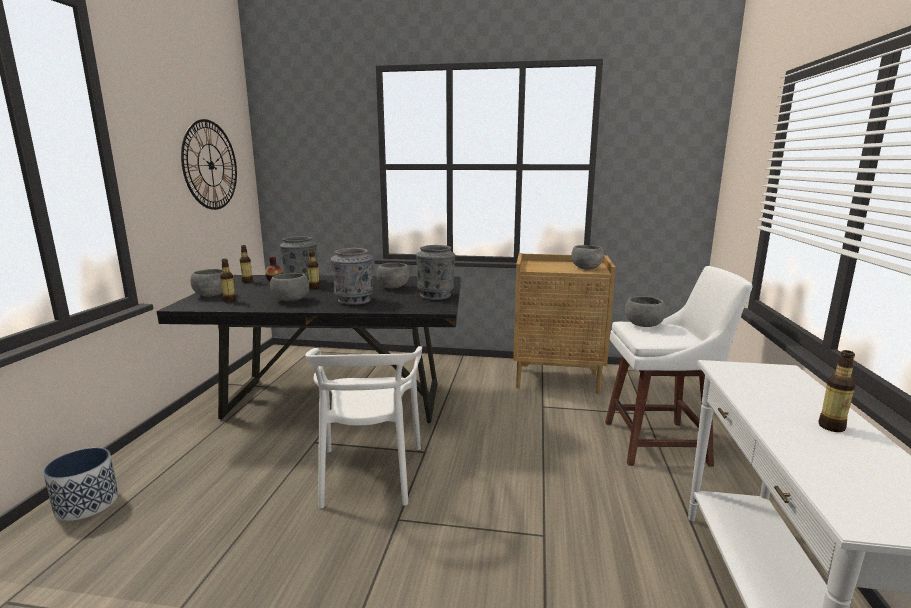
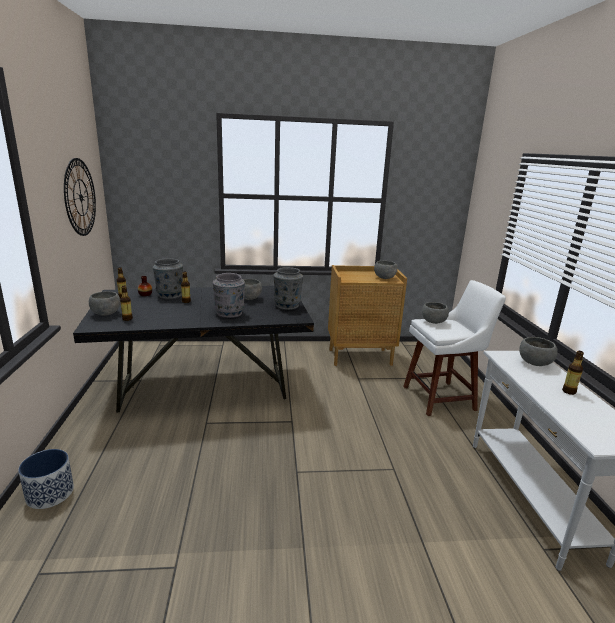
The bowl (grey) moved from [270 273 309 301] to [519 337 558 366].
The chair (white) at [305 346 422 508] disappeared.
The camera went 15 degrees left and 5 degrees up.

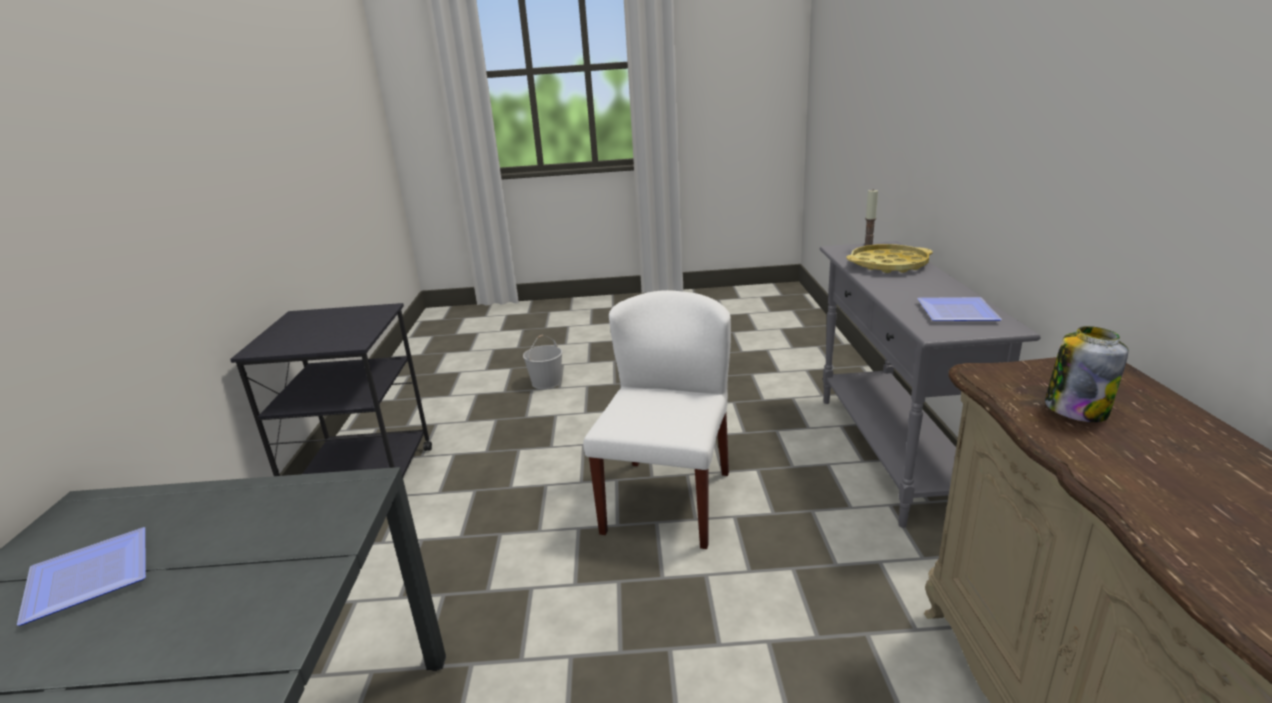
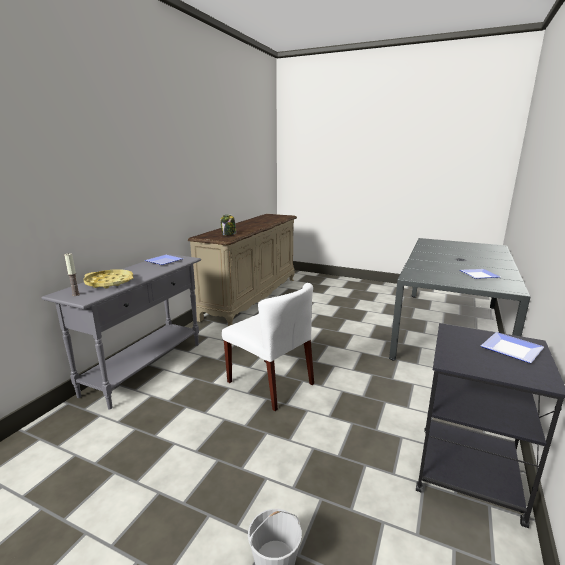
The chair (white) at [583 290 731 549] turned 90 degrees counterclockwise.
The plate at [481 332 544 363] appeared.
The camera went 155 degrees left and 5 degrees down.

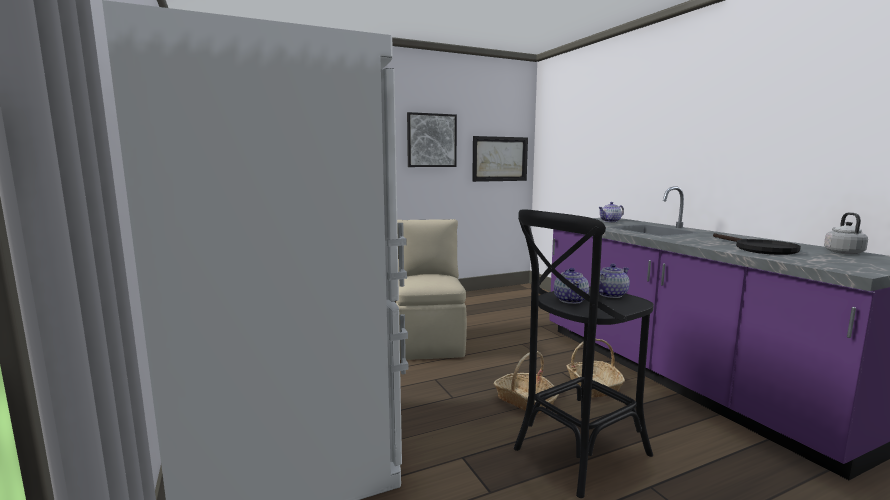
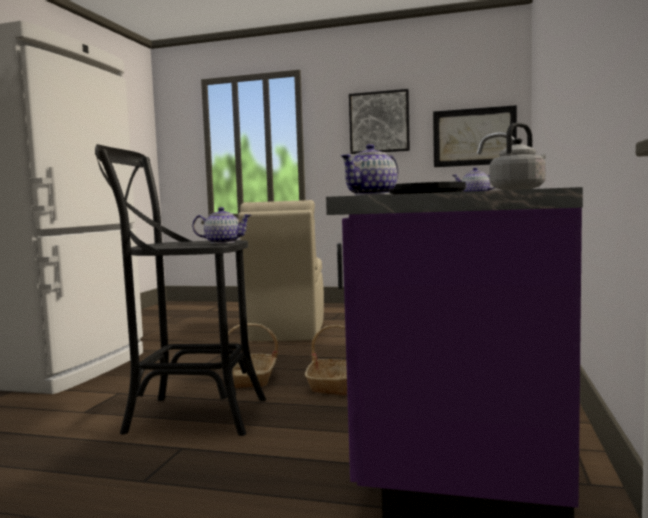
The chair (beige) at [396 219 467 360] turned 150 degrees clockwise.
The teapot moved from [554 268 589 304] to [341 144 398 196].
The camera went 40 degrees right and 5 degrees down.

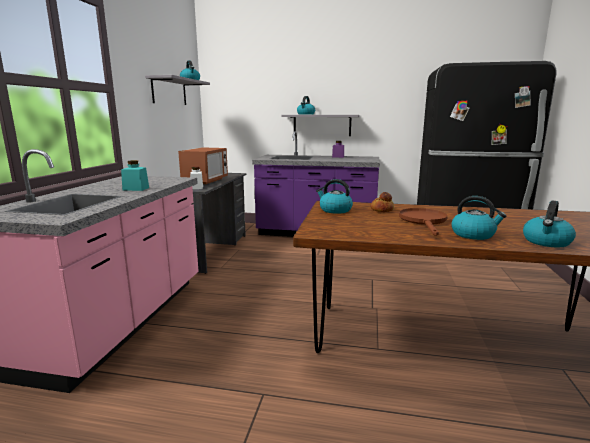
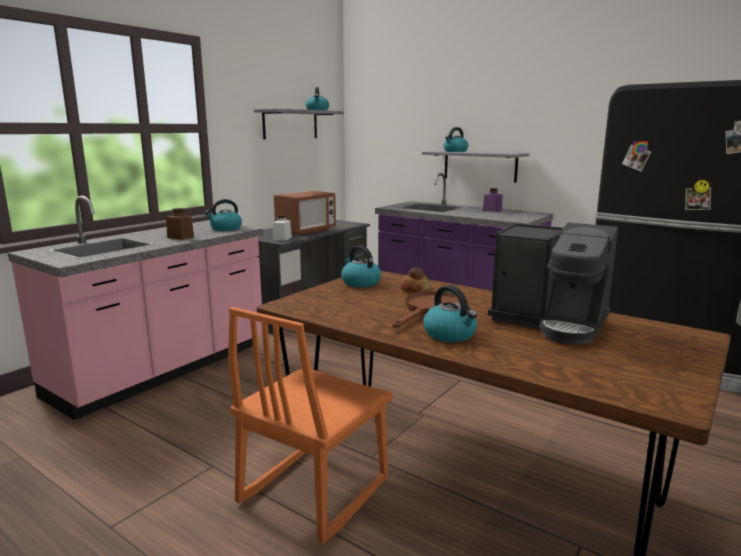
The jar (turquoise) at [121 160 149 191] became the jar (brown) at [166 208 194 240].
The kettle moved from [523 200 576 247] to [205 199 242 231].
The chair (orange) at [228 307 393 544] appeared.
The coffee machine at [488 223 618 345] appeared.
The camera went 25 degrees right and 0 degrees up.

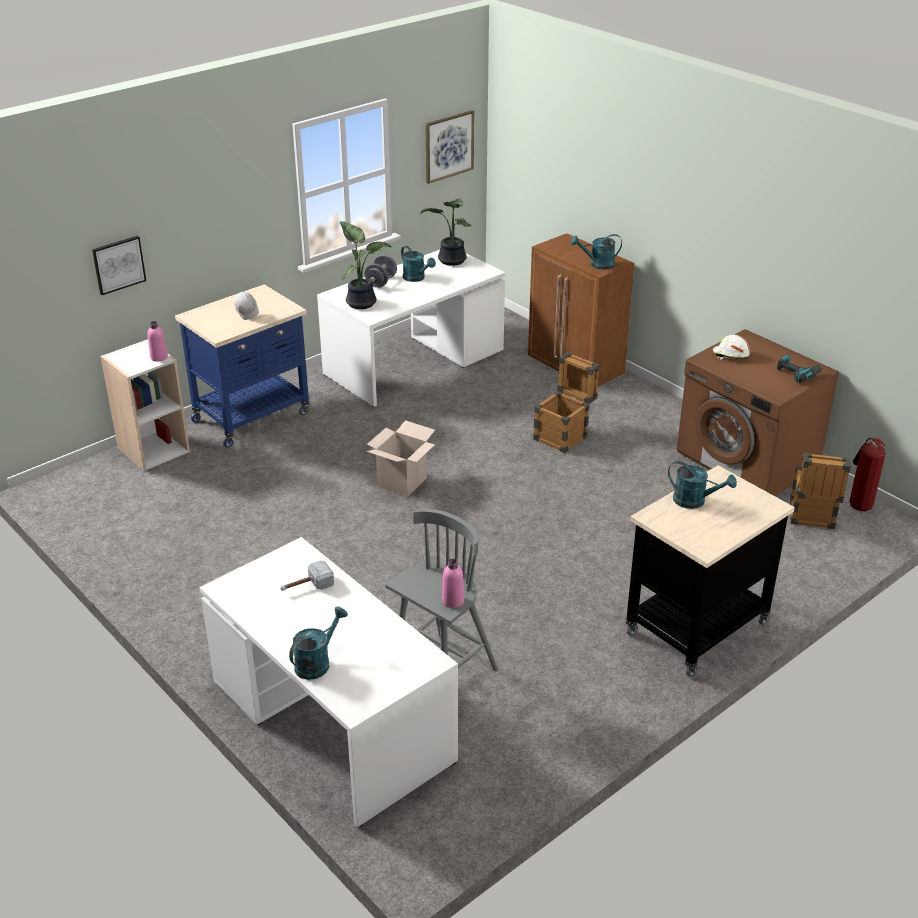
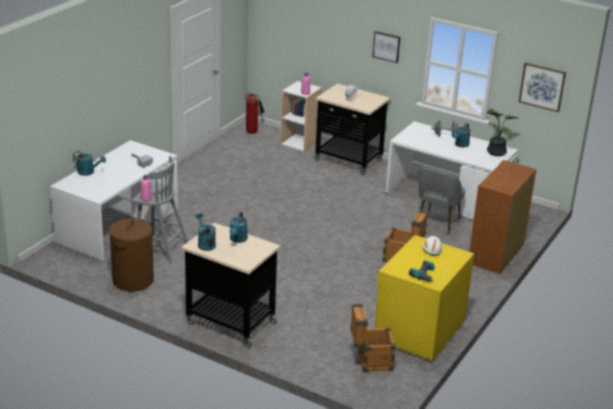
The picture moved from [92 236 146 295] to [373 31 400 63].
The cart (blue) at [175 284 309 448] became the cart (black) at [314 84 390 175].
The potted plant at [340 221 391 309] disappeared.
The cardboard box at [366 420 435 497] disappeared.
The watering can (turquoise) moved from [571 234 622 269] to [195 213 216 251].
The washing machine (brown) at [677 329 839 496] became the washing machine (yellow) at [374 235 474 361].
The fire extinguisher moved from [850 438 886 511] to [245 93 265 134].
The laundry basket (brown) at [109 219 154 291] appeared.
The chair (grey) at [418 167 465 234] appeared.
The camera went 70 degrees right and 5 degrees down.

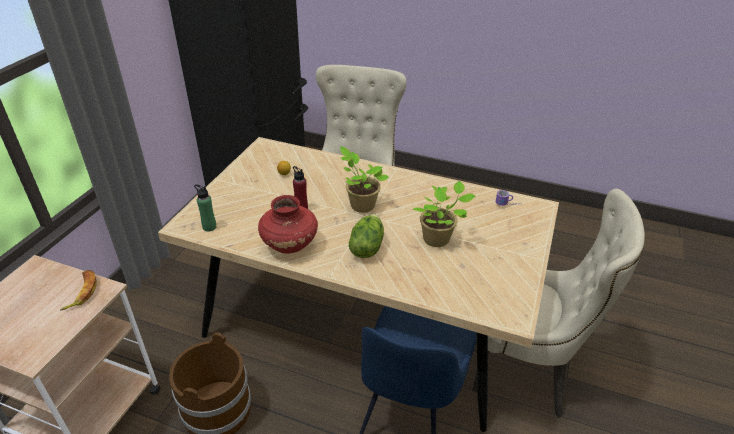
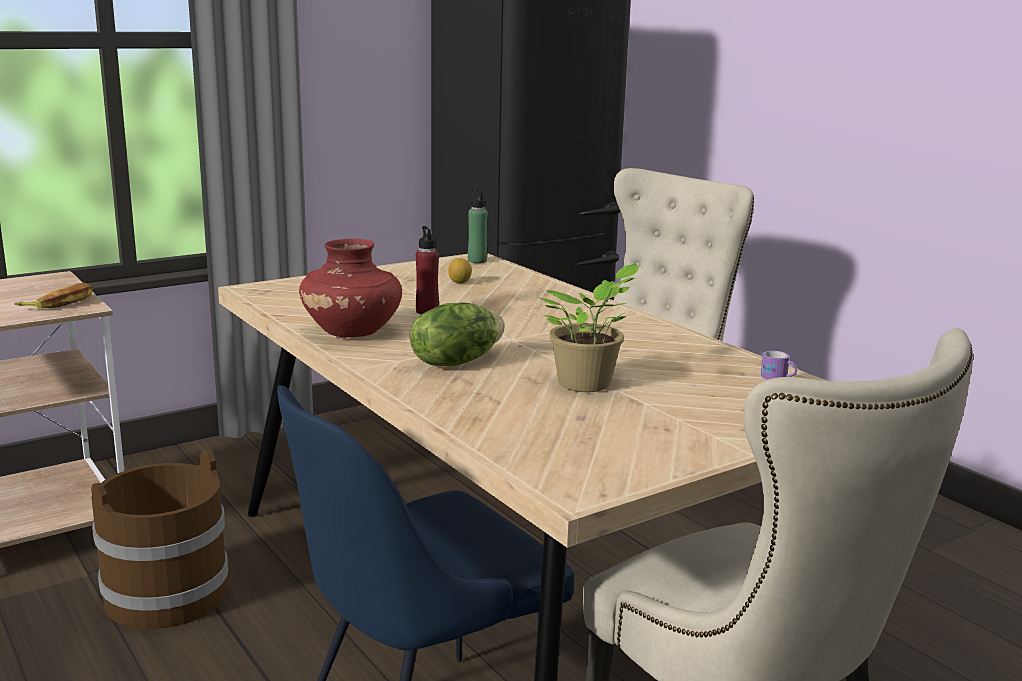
The bottle (green) moved from [194 184 216 232] to [468 189 488 263].
The potted plant at [340 146 389 213] disappeared.
The camera went 35 degrees right and 20 degrees down.

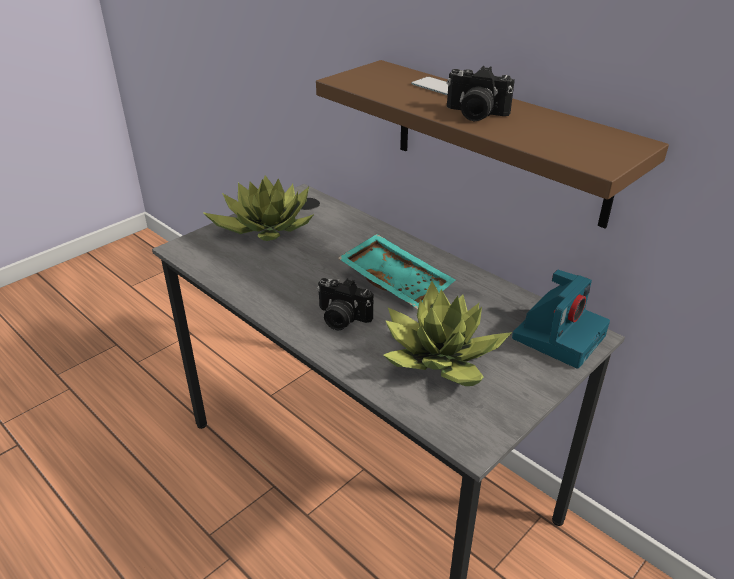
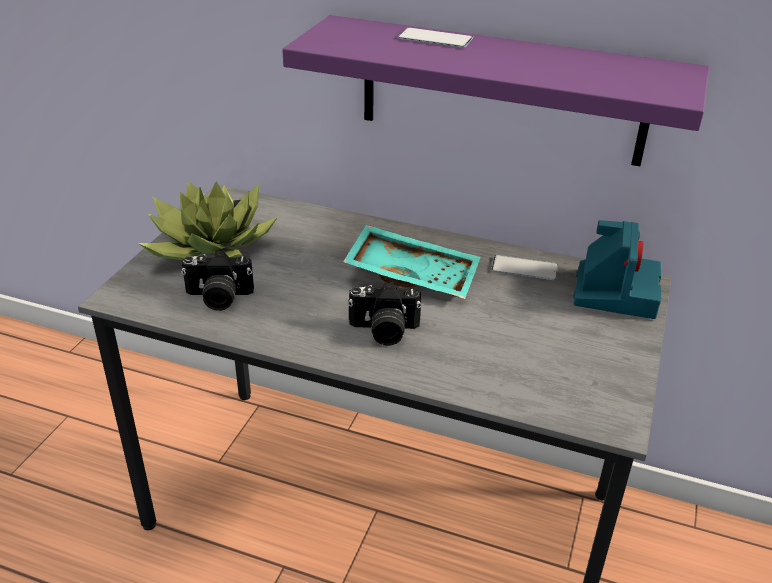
The shelf (brown) at [316 60 669 228] became the shelf (purple) at [282 15 709 166].
The potted plant at [383 281 512 386] disappeared.
The photo camera moved from [447 66 515 121] to [181 250 254 311].
The phone at [491 255 558 280] appeared.
The camera went 25 degrees left and 0 degrees up.

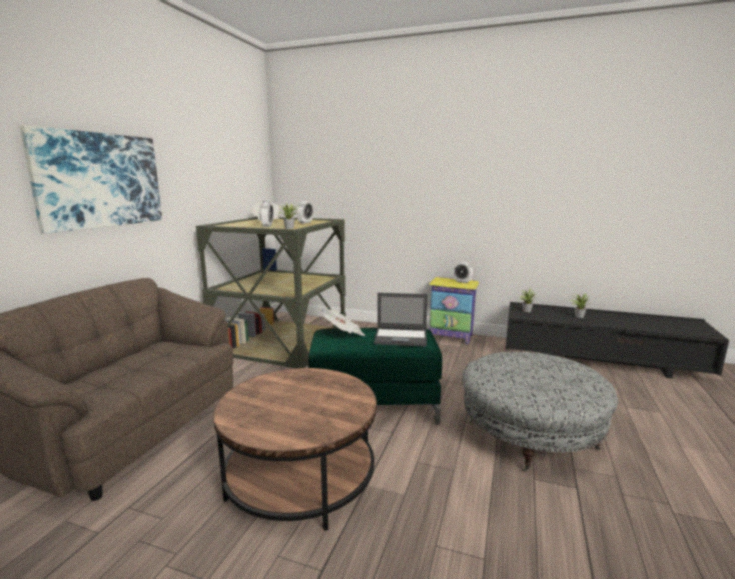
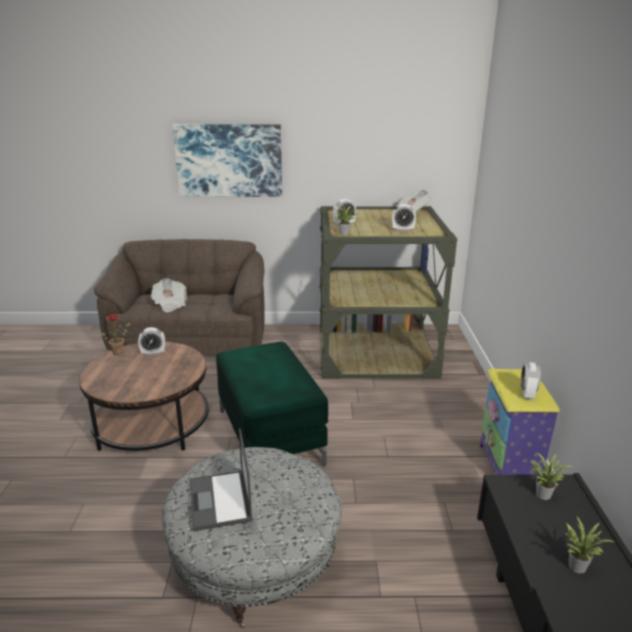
The newspaper moved from [319 309 365 336] to [151 278 187 312].
The laptop moved from [374 293 427 346] to [190 428 253 531].
The potted plant at [101 314 131 355] appeared.
The alarm clock at [138 327 165 356] appeared.
The camera went 70 degrees right and 10 degrees up.

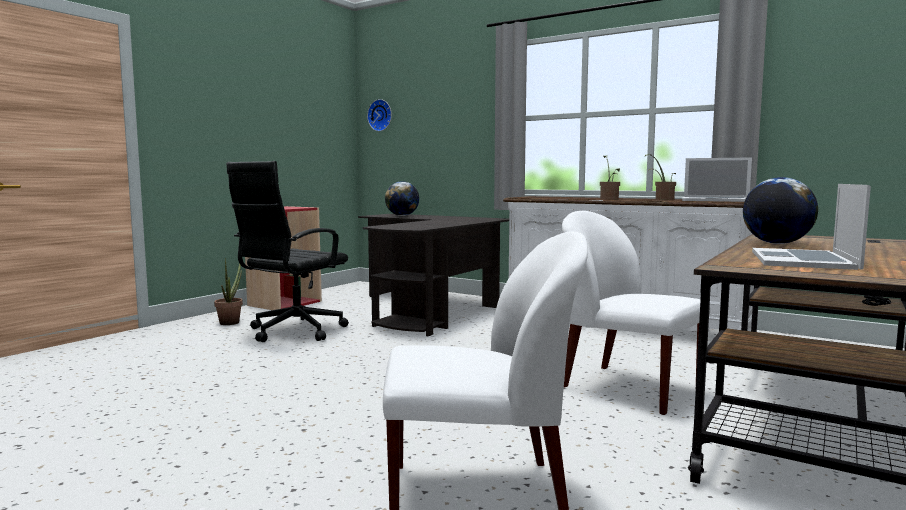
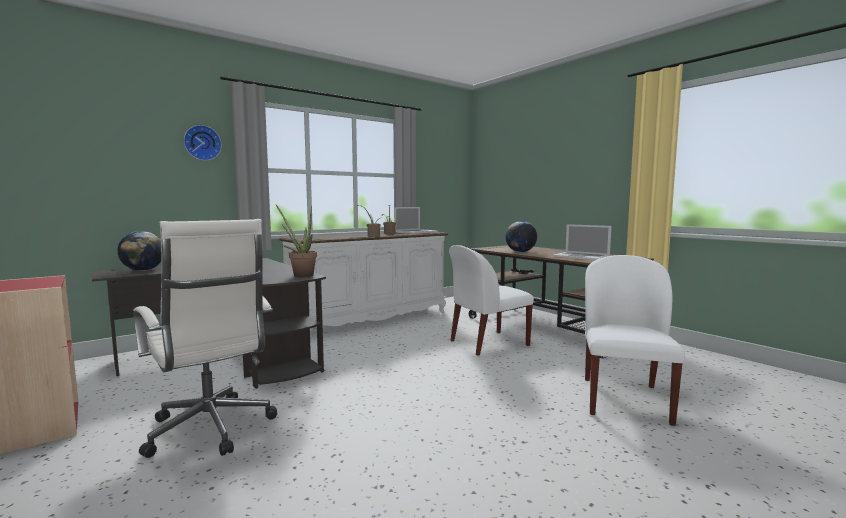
The potted plant moved from [214 258 243 325] to [276 205 317 277].
The office chair (black) at [226 161 349 342] became the office chair (white) at [133 219 277 458].
The wall clock moved from [367 99 392 131] to [184 125 222 161].
The camera went 70 degrees left and 0 degrees up.

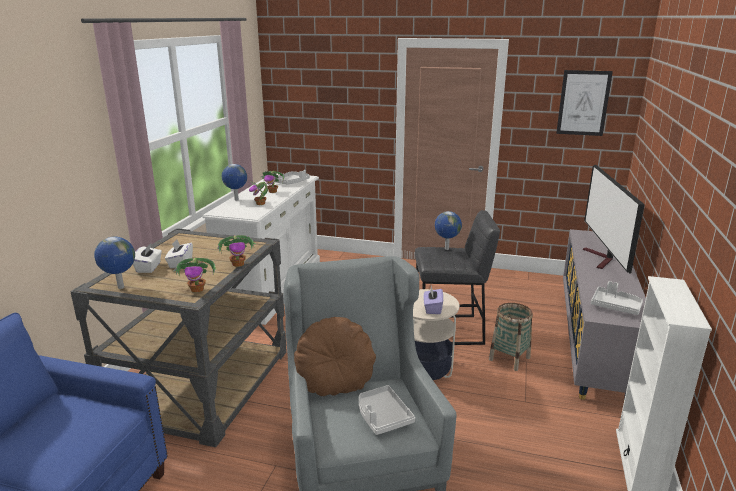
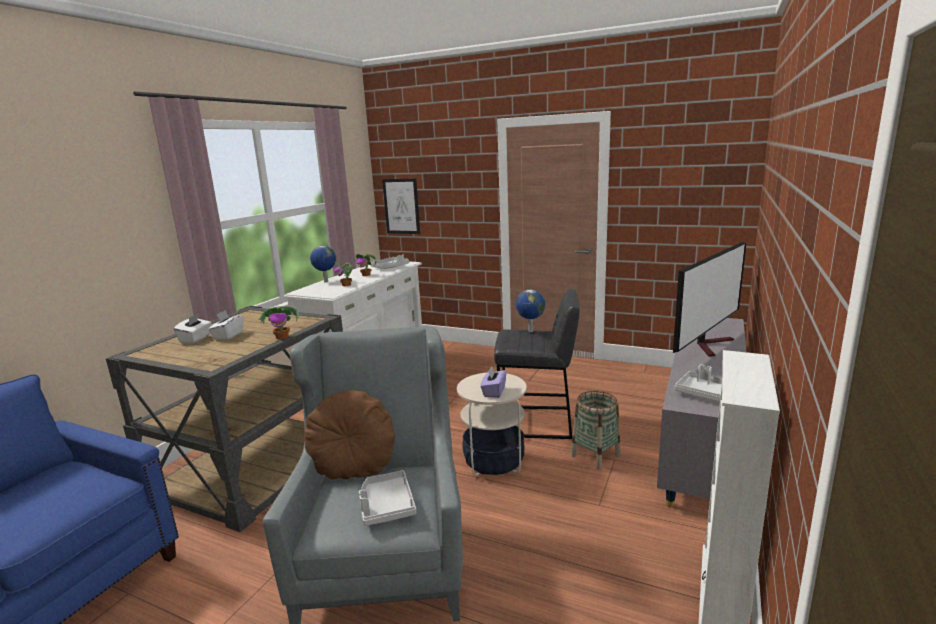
The globe at [94 237 135 289] disappeared.
The potted plant at [173 258 216 293] disappeared.
The picture moved from [556 70 613 136] to [382 178 420 234].
The television at [583 165 645 274] turned 150 degrees counterclockwise.
The camera went 10 degrees right and 5 degrees down.

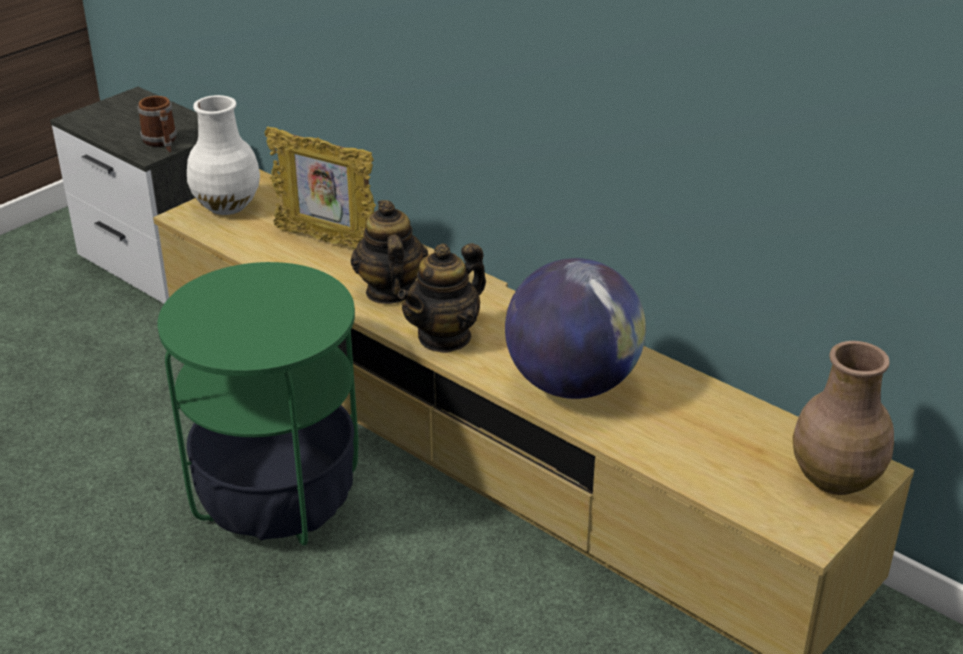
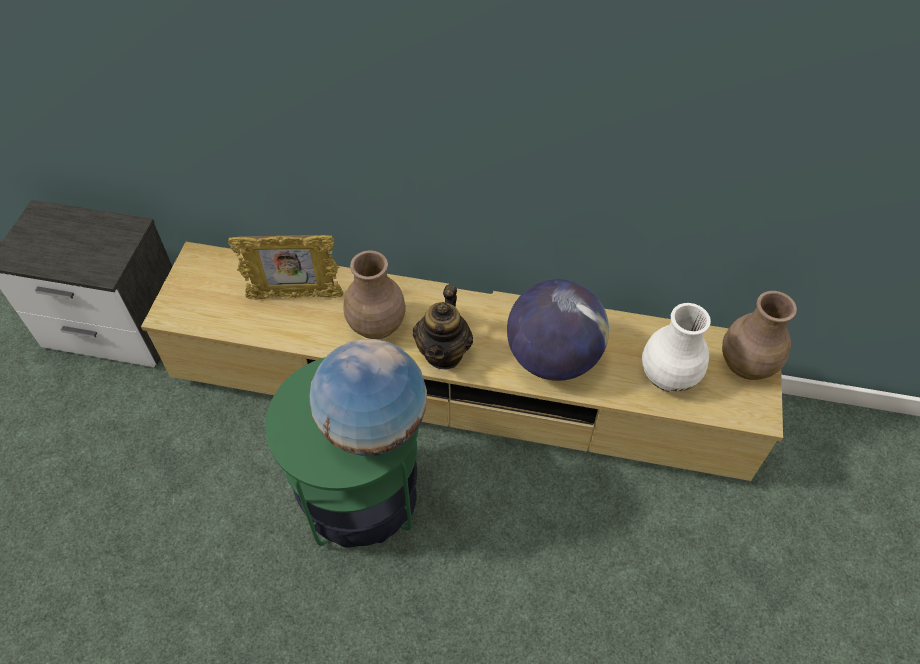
The mug at [138 96 177 152] disappeared.
The vase (white) moved from [187 95 260 215] to [642 303 711 392].
The teapot at [351 200 428 304] was replaced by the vase (brown) at [343 251 406 339].
The globe at [310 339 427 456] appeared.
The camera went 30 degrees left and 20 degrees up.

